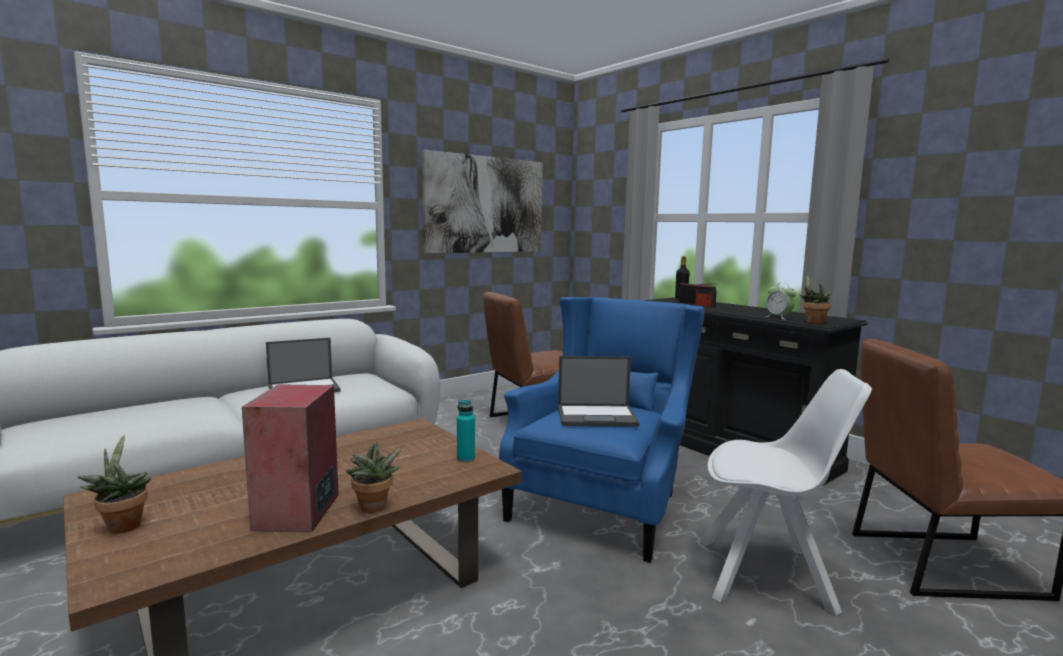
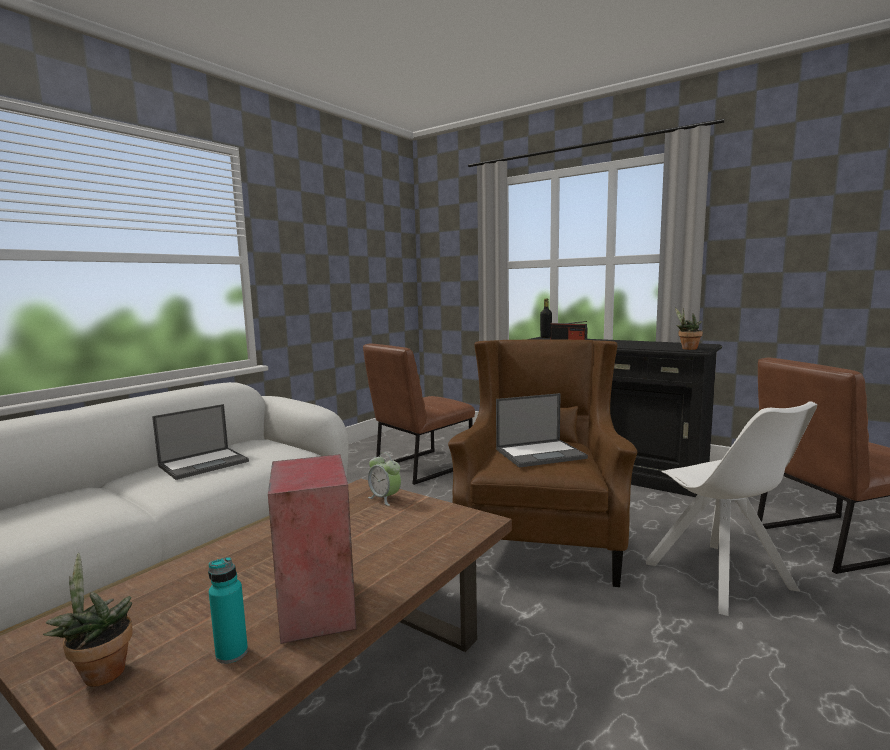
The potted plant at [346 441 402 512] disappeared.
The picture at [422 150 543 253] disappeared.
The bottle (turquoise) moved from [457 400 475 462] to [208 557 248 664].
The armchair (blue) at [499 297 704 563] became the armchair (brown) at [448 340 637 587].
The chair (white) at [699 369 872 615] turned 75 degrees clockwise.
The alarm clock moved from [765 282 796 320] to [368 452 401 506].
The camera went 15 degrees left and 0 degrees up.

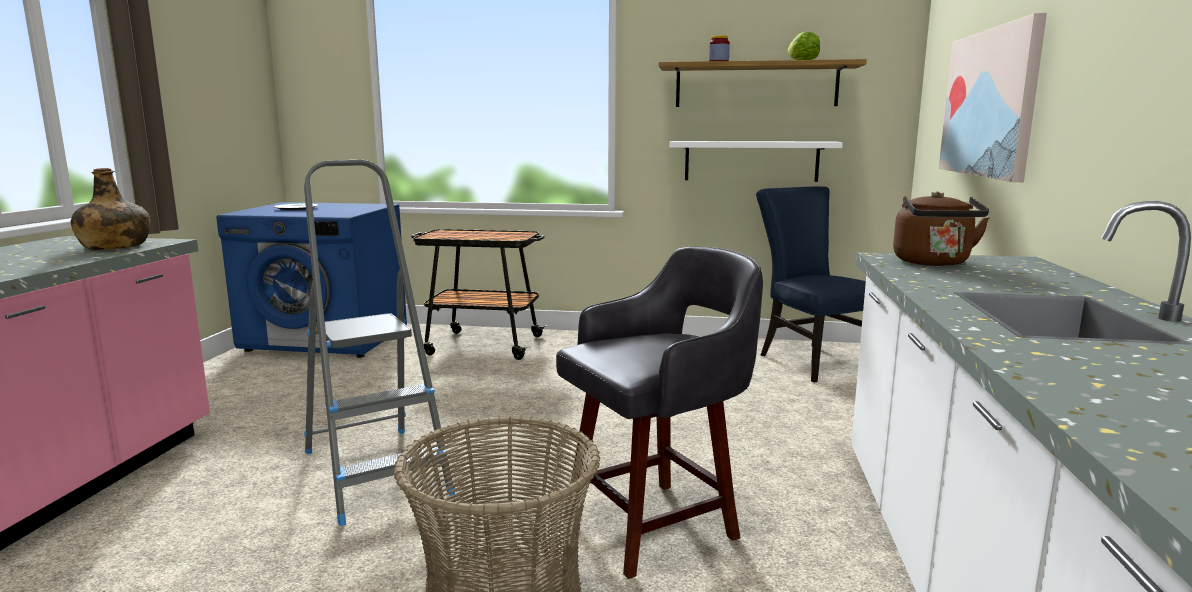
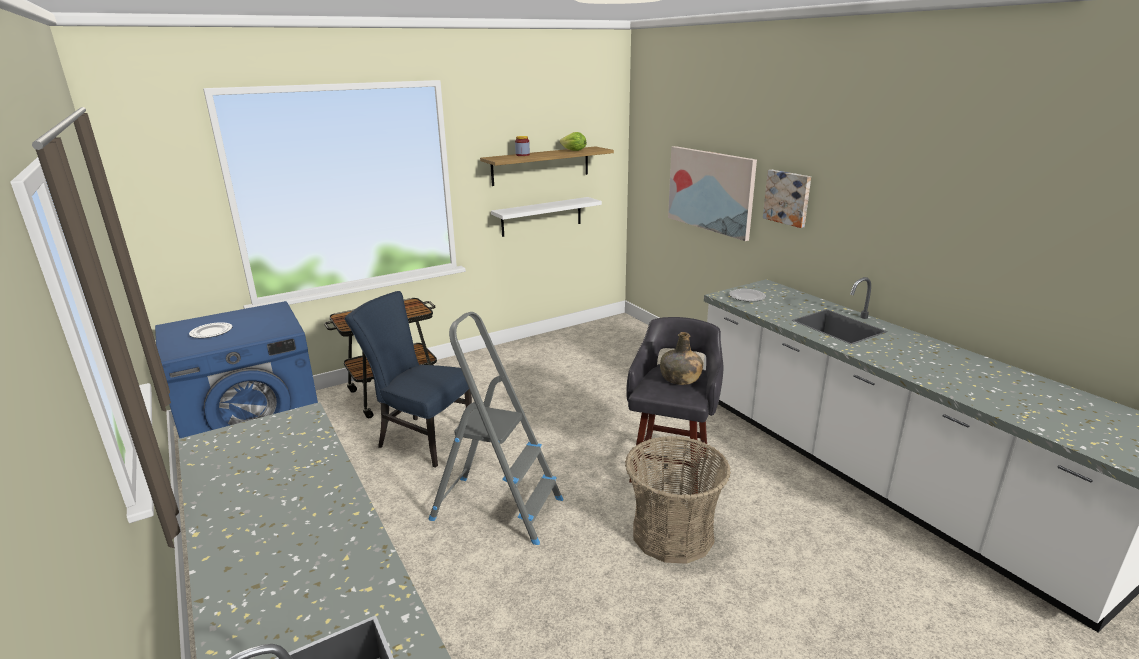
The bottle (green) moved from [71 168 150 250] to [660 332 703 385].
The chair (blue) moved from [756 186 866 383] to [344 291 472 468].
The kettle (brown) at [893 192 989 266] was replaced by the plate at [729 289 766 302].
The picture at [763 170 811 228] appeared.
The camera went 40 degrees left and 10 degrees up.

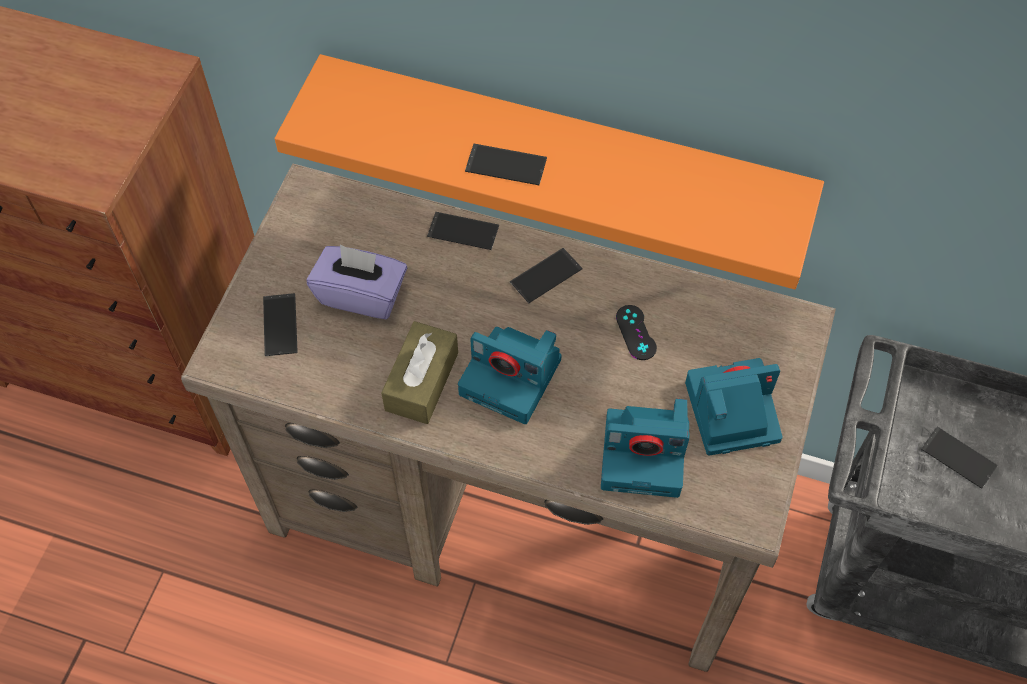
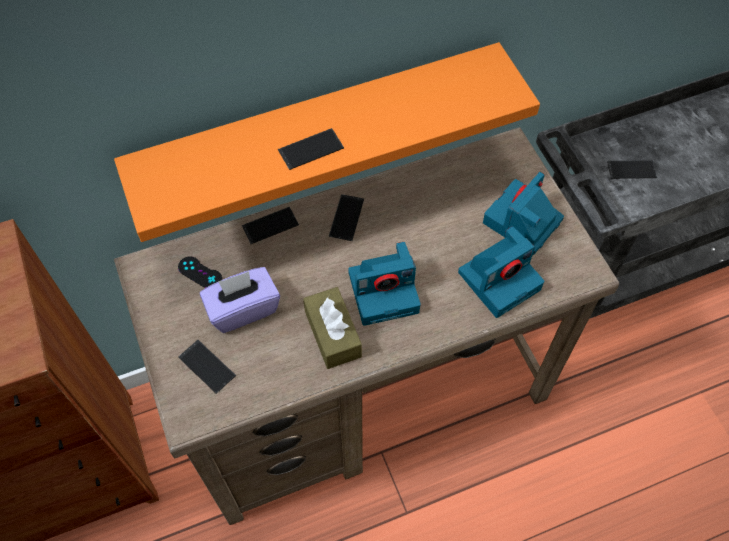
The game controller (black) moved from [616 305 657 360] to [178 256 222 288].
The camera went 40 degrees left and 0 degrees up.

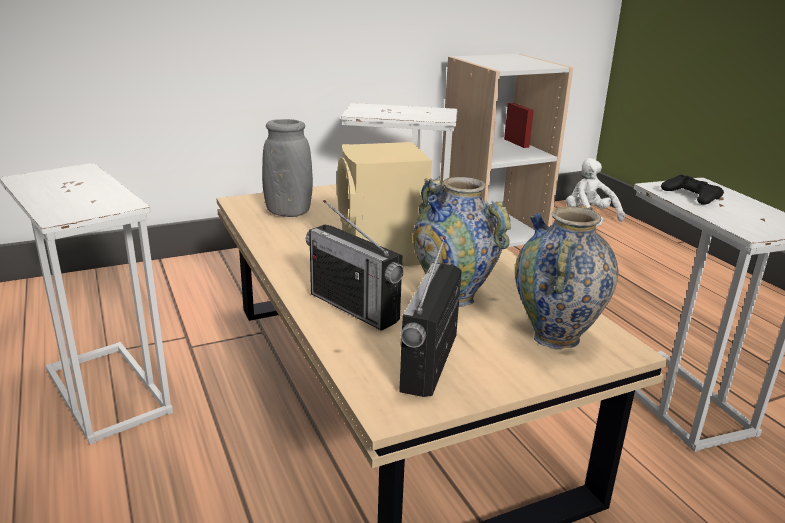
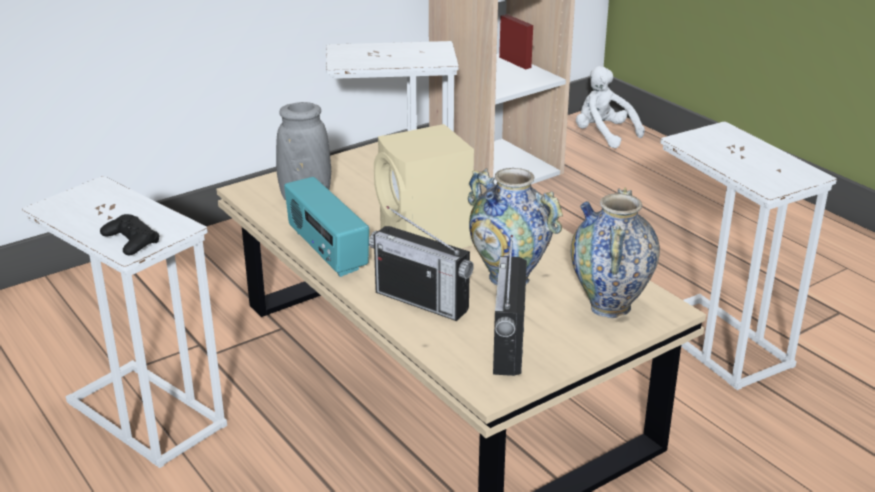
The game controller (black) moved from [661 175 724 205] to [100 214 159 255].
The radio at [284 177 369 277] appeared.
The camera went 10 degrees left and 5 degrees up.

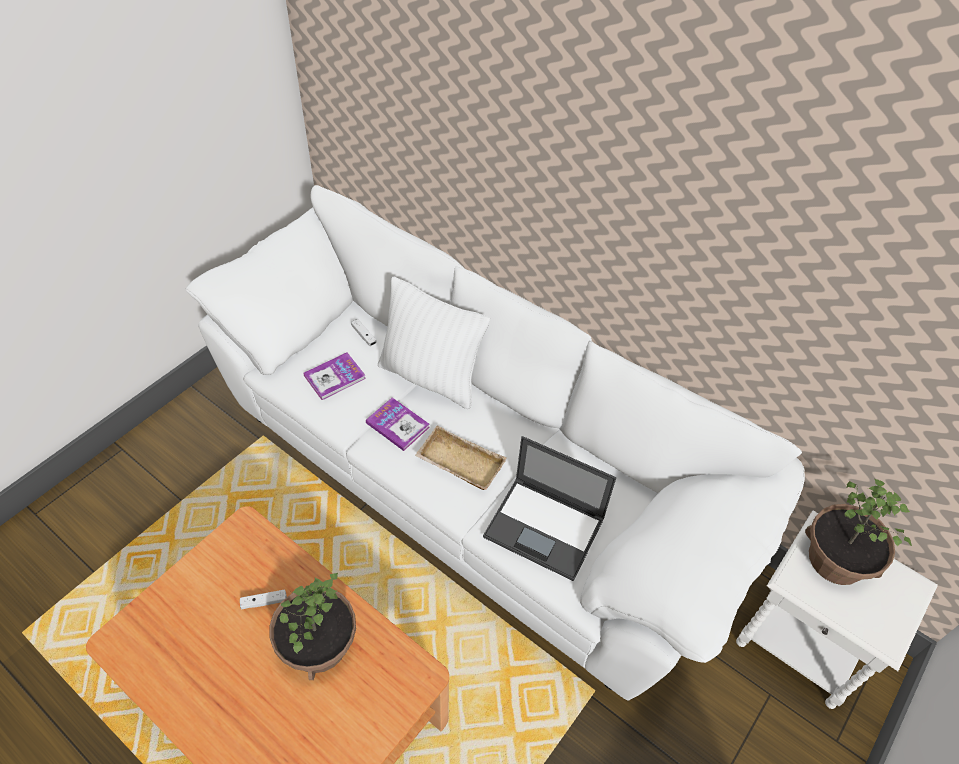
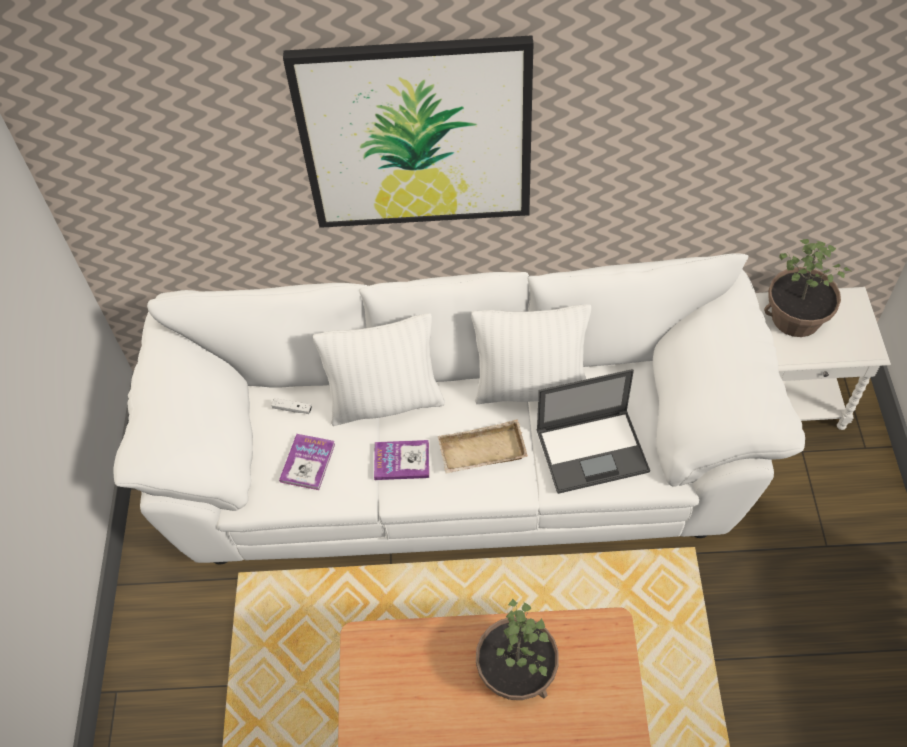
The game controller (white) at [240 589 287 609] disappeared.
The picture at [283 35 533 228] appeared.
The pillow (white) at [471 304 591 404] appeared.
The camera went 35 degrees left and 5 degrees up.

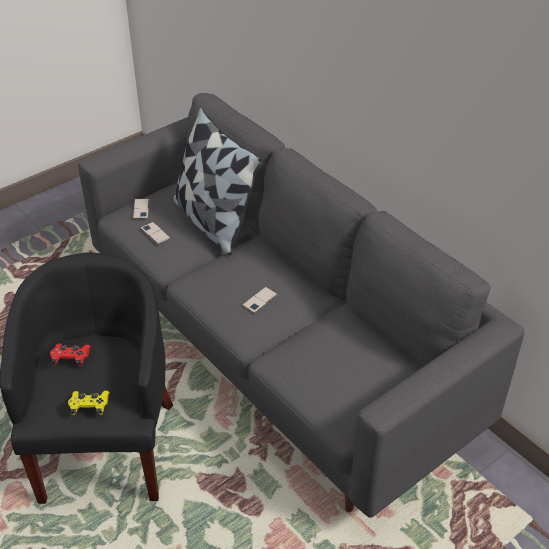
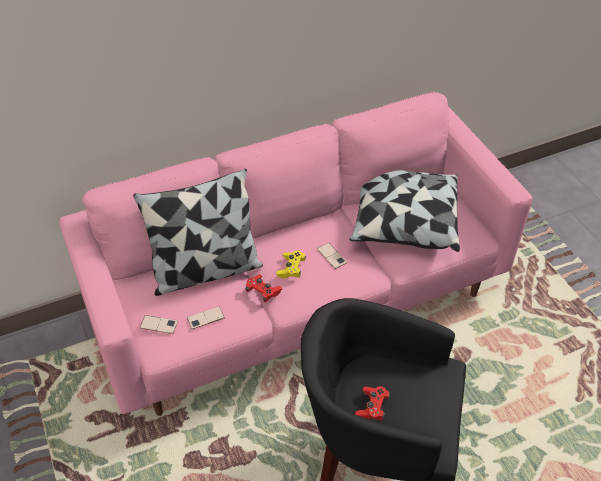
The game controller (yellow) moved from [68 391 109 415] to [276 250 306 278].
The sofa (grey) at [78 93 525 518] became the sofa (pink) at [59 92 533 416].
The game controller (red) at [245 274 282 303] appeared.
The pillow at [349 170 460 252] appeared.
The camera went 75 degrees left and 5 degrees up.

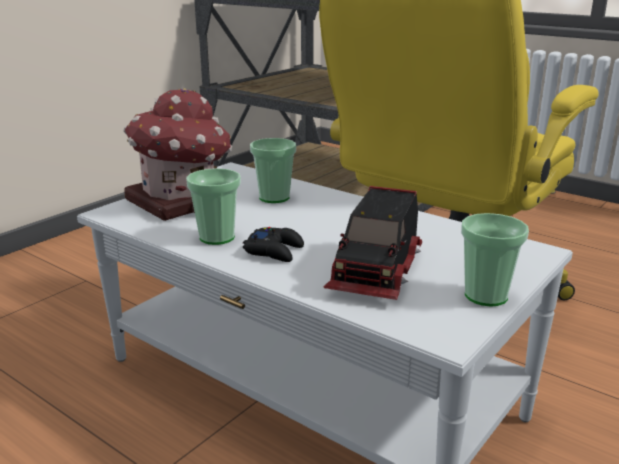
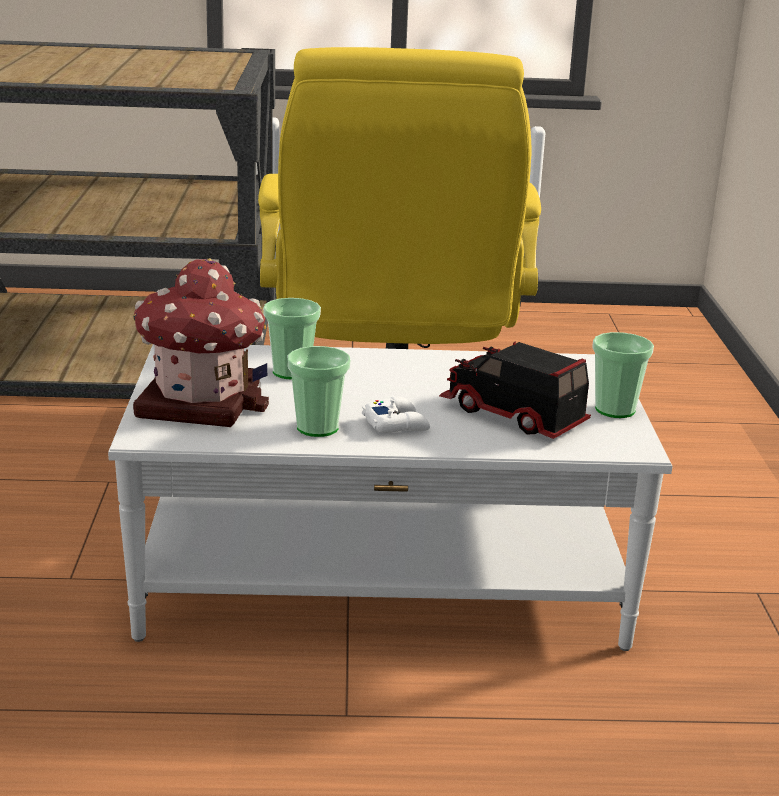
The game controller (black) at [243 227 304 262] became the game controller (white) at [362 396 430 433].
The toy truck at [323 186 422 300] turned 150 degrees clockwise.
The camera went 40 degrees left and 0 degrees up.

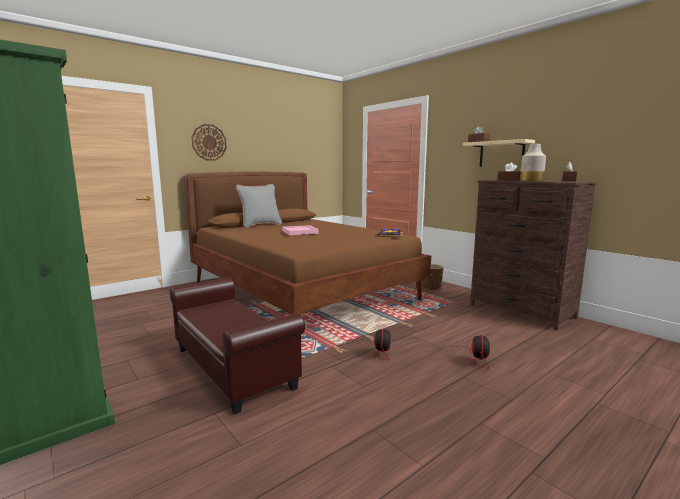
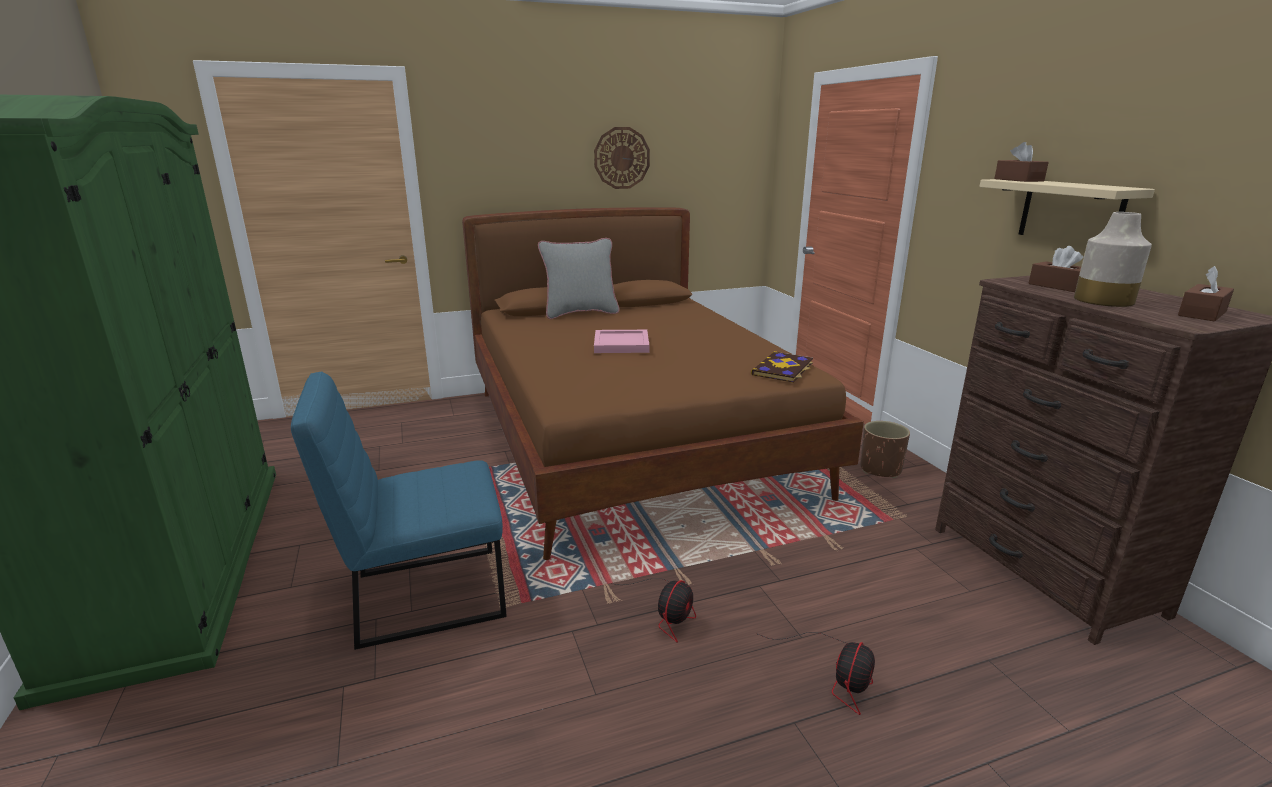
The ottoman (brown) at [170 277 305 414] was replaced by the chair (blue) at [291 372 507 650].
The wall clock moved from [192 124 227 161] to [594 127 650 189].
The camera went 20 degrees right and 10 degrees up.

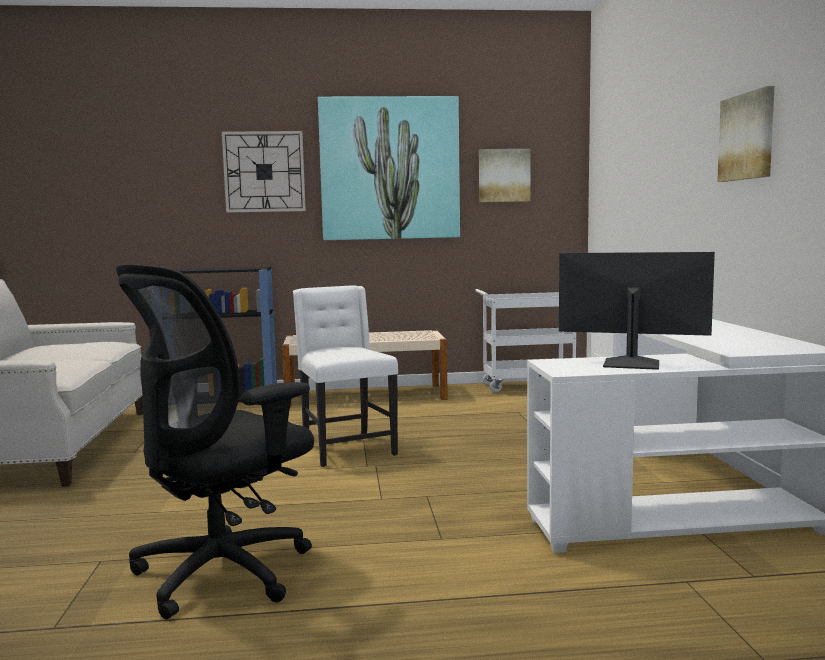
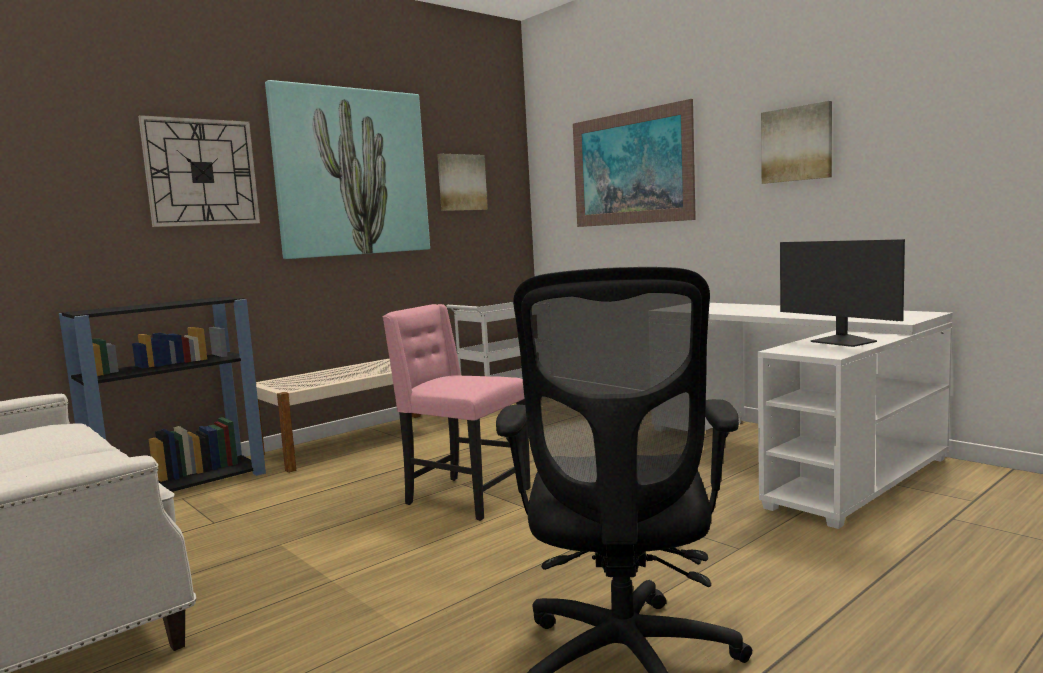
The chair (white) at [293 285 398 467] became the chair (pink) at [383 304 531 521].
The monitor at [559 252 715 370] turned 105 degrees counterclockwise.
The picture at [573 99 696 227] appeared.
The camera went 35 degrees left and 0 degrees up.

